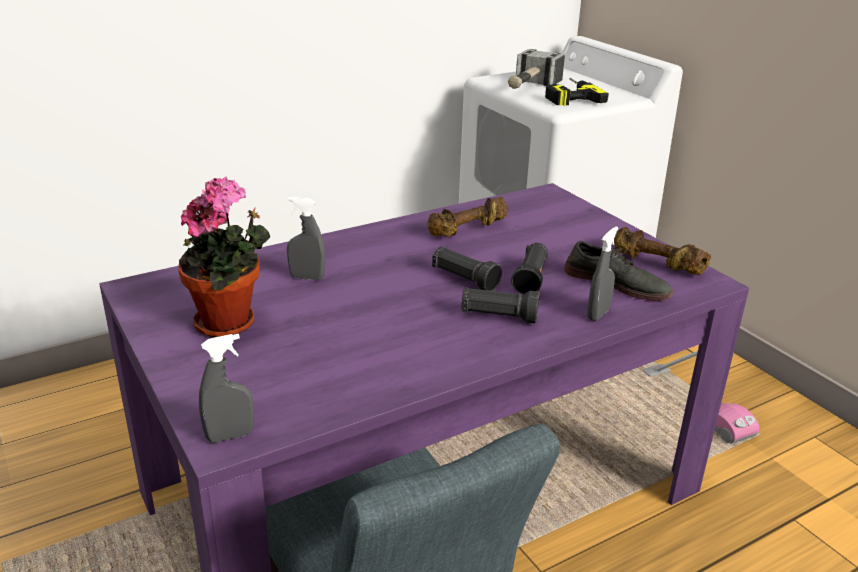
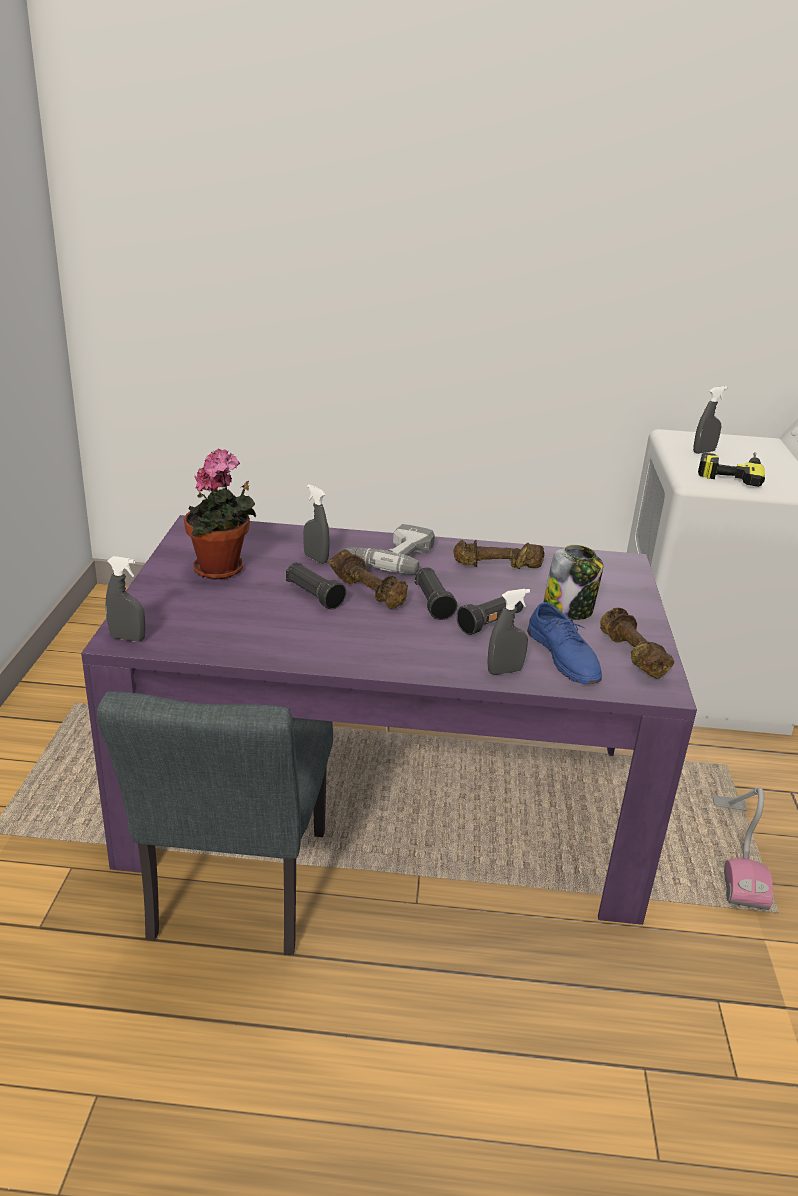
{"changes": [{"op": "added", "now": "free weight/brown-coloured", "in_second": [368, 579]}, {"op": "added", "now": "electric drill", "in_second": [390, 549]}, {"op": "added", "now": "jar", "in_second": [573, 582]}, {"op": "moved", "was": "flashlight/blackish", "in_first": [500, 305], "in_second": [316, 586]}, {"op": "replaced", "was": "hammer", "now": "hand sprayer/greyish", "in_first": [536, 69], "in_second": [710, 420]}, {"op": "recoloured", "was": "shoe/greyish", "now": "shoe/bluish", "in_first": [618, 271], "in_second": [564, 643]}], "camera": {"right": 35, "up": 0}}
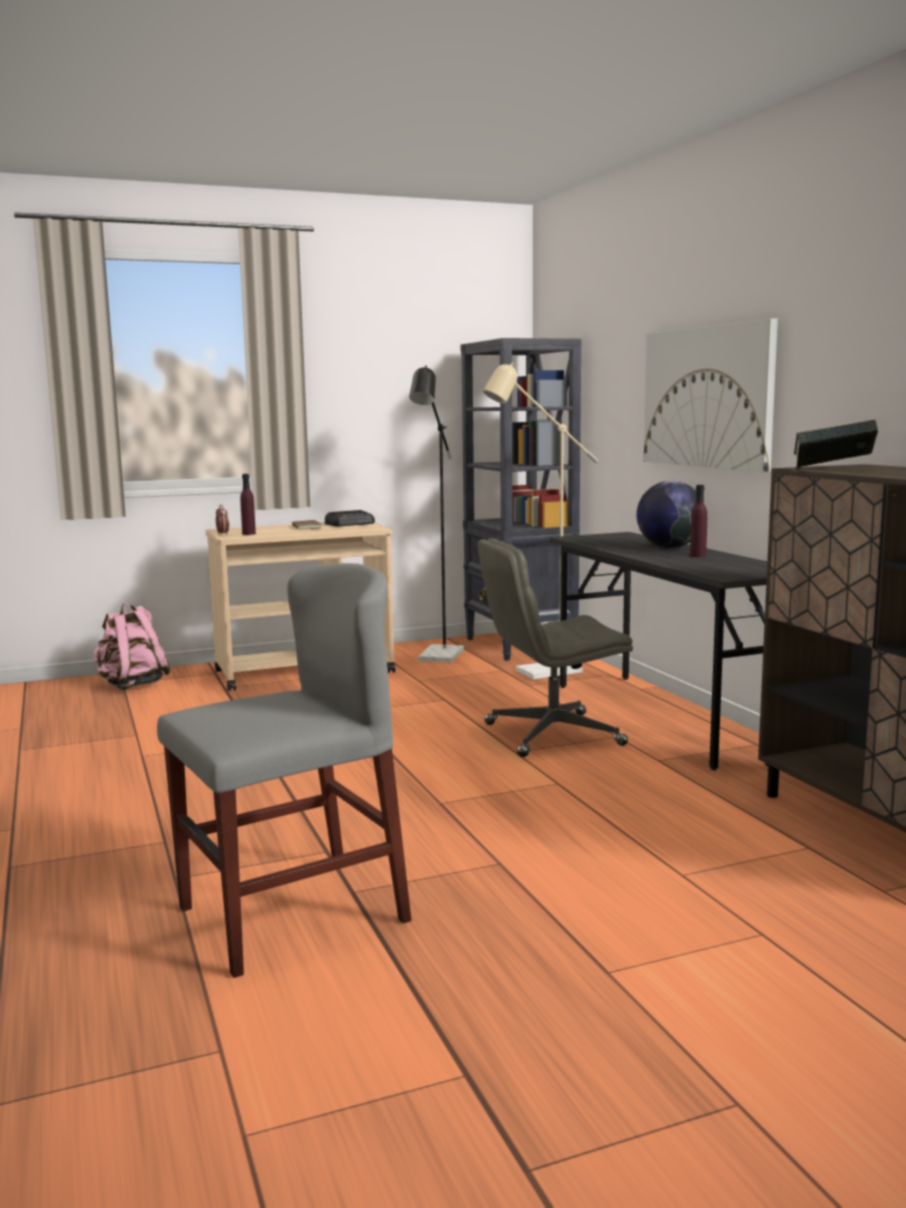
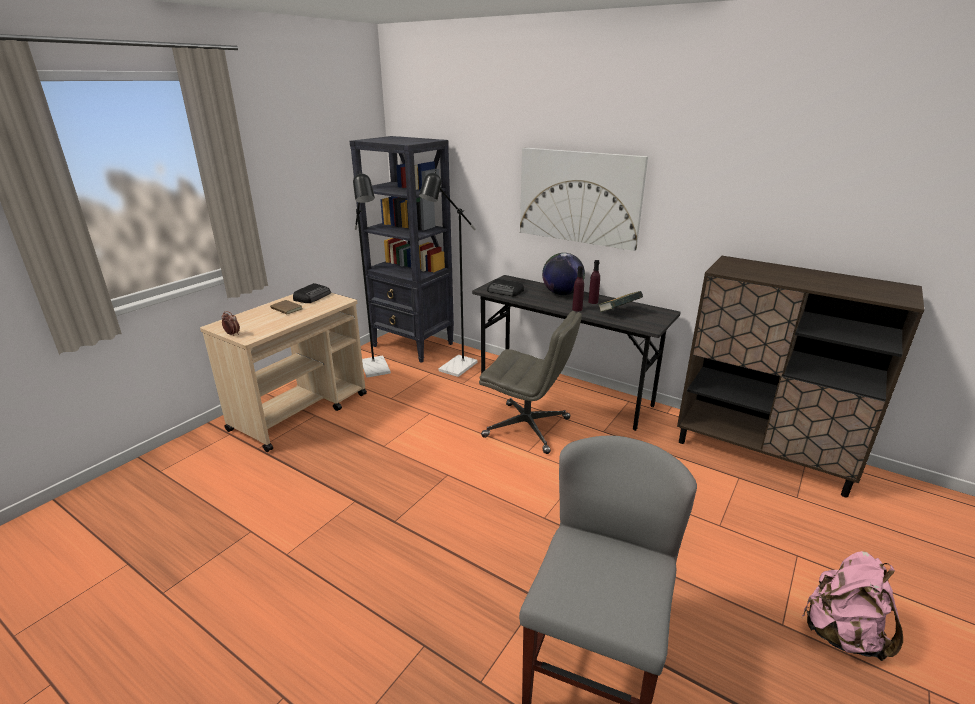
{"changes": [{"op": "added", "now": "radio", "in_second": [505, 287]}, {"op": "moved", "was": "rucksack/pinkish", "in_first": [132, 646], "in_second": [852, 606]}, {"op": "moved", "was": "bottle/purple", "in_first": [248, 504], "in_second": [578, 288]}, {"op": "moved", "was": "volume", "in_first": [836, 443], "in_second": [620, 301]}, {"op": "recoloured", "was": "floor lamp/beige", "now": "floor lamp/blackish", "in_first": [540, 520], "in_second": [448, 273]}, {"op": "turned", "was": "computer chair/greyish", "in_first": [555, 647], "in_second": [530, 382], "clockwise": -105}], "camera": {"right": -35, "up": 15}}
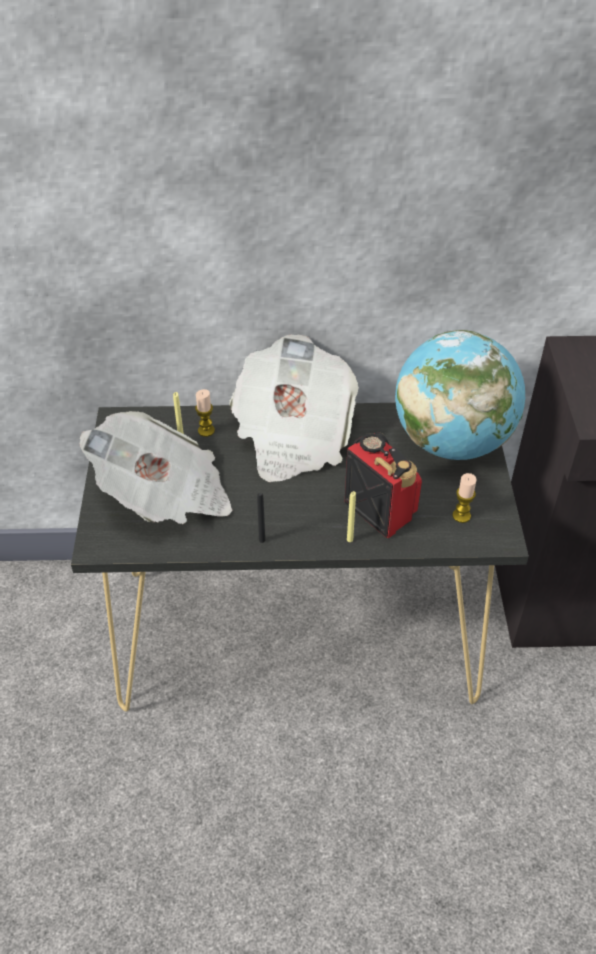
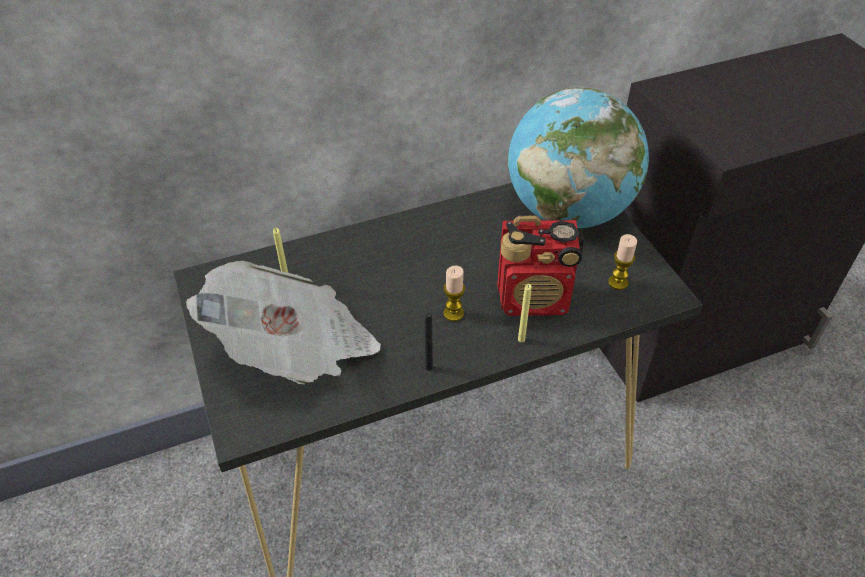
{"changes": [{"op": "removed", "was": "newspaper", "in_first": [294, 408]}, {"op": "moved", "was": "wax light", "in_first": [205, 413], "in_second": [454, 293]}, {"op": "turned", "was": "radio", "in_first": [383, 485], "in_second": [540, 266], "clockwise": 150}], "camera": {"right": -20, "up": 0}}
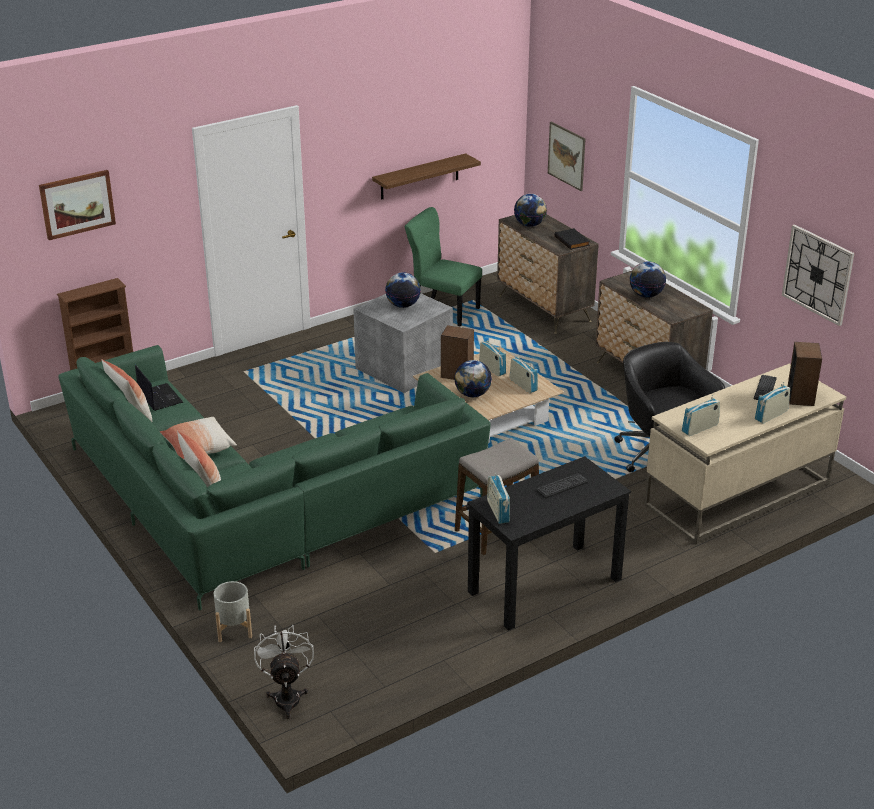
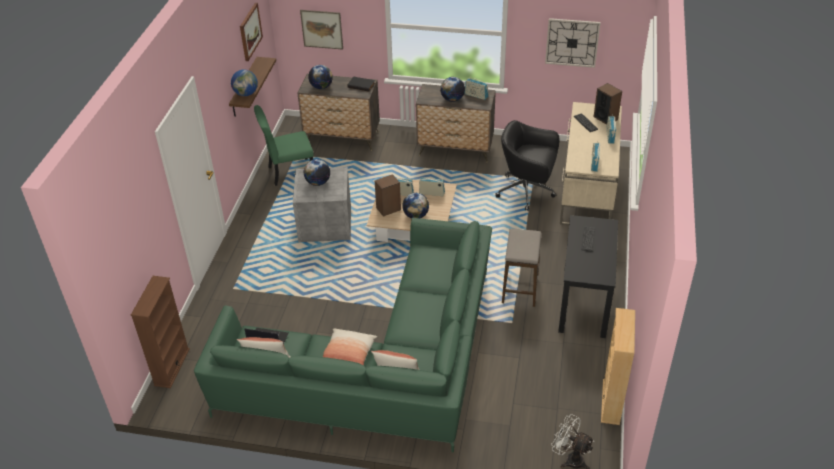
{"changes": [{"op": "removed", "was": "flower pot/greyish", "in_first": [233, 611]}, {"op": "added", "now": "globe", "in_second": [244, 82]}, {"op": "added", "now": "shelving unit/beige", "in_second": [618, 366]}, {"op": "moved", "was": "wall picture", "in_first": [77, 205], "in_second": [251, 32]}, {"op": "moved", "was": "radio", "in_first": [498, 498], "in_second": [476, 89]}], "camera": {"right": -45, "up": 10}}
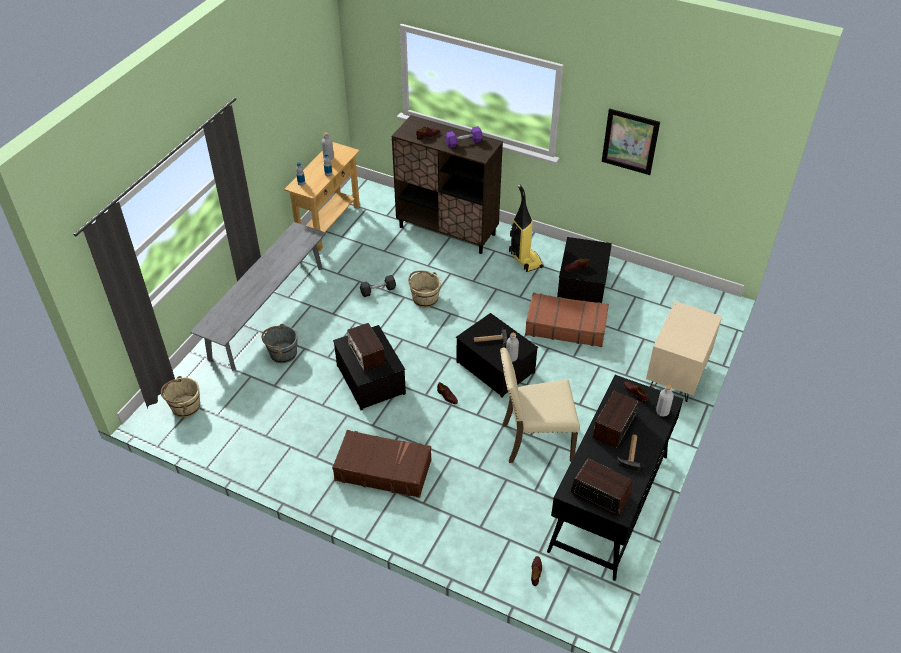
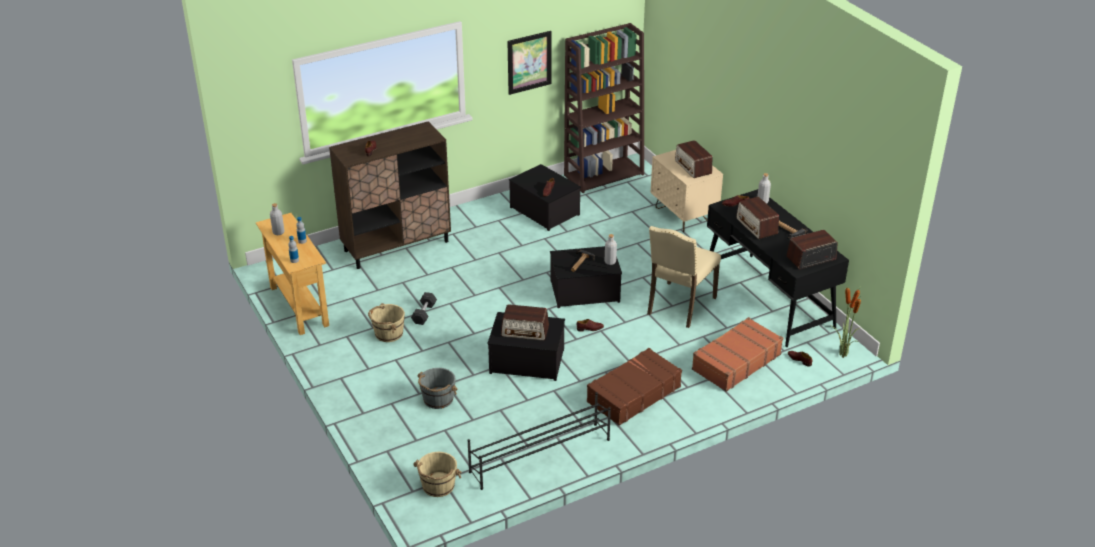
{"changes": [{"op": "removed", "was": "long seat/greyish", "in_first": [258, 296]}, {"op": "removed", "was": "free weight/purple", "in_first": [464, 137]}, {"op": "removed", "was": "vacuum cleaner", "in_first": [526, 228]}, {"op": "added", "now": "shoe shelf/blackish", "in_second": [539, 441]}, {"op": "added", "now": "shelving unit/brown-coloured", "in_second": [604, 108]}, {"op": "added", "now": "radio", "in_second": [693, 159]}, {"op": "added", "now": "plant in a pot", "in_second": [845, 322]}, {"op": "moved", "was": "pail/beige", "in_first": [424, 289], "in_second": [386, 322]}, {"op": "moved", "was": "piece of luggage/brown-coloured", "in_first": [567, 320], "in_second": [737, 354]}], "camera": {"right": -55, "up": -10}}
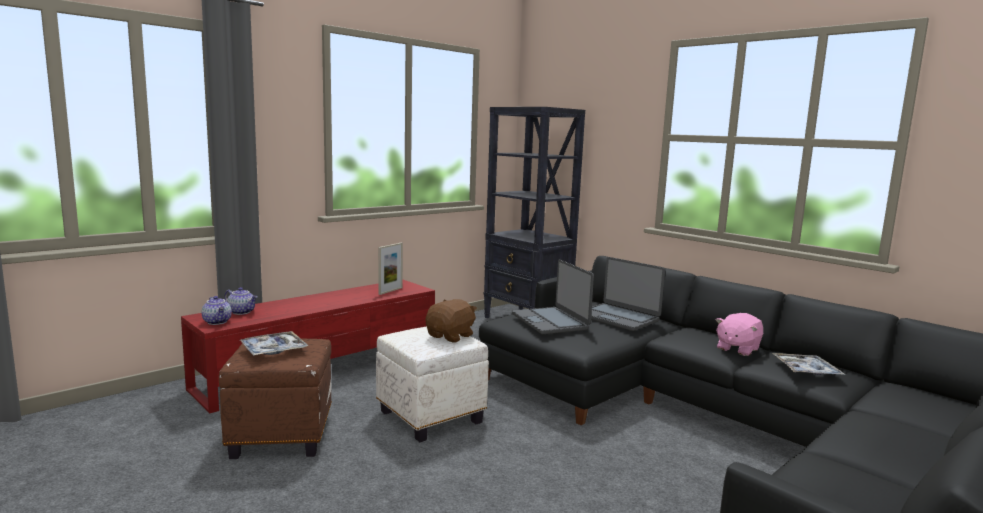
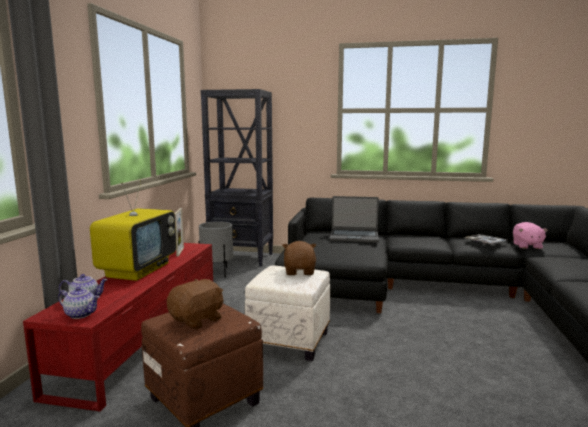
{"changes": [{"op": "removed", "was": "notebook computer", "in_first": [553, 296]}, {"op": "added", "now": "television", "in_second": [133, 230]}, {"op": "added", "now": "flower pot/greyish", "in_second": [216, 249]}, {"op": "moved", "was": "cuddly toy/pinkish", "in_first": [739, 334], "in_second": [530, 235]}, {"op": "replaced", "was": "carrying tray", "now": "cuddly toy/brown-coloured", "in_first": [274, 343], "in_second": [195, 304]}], "camera": {"right": -35, "up": 0}}
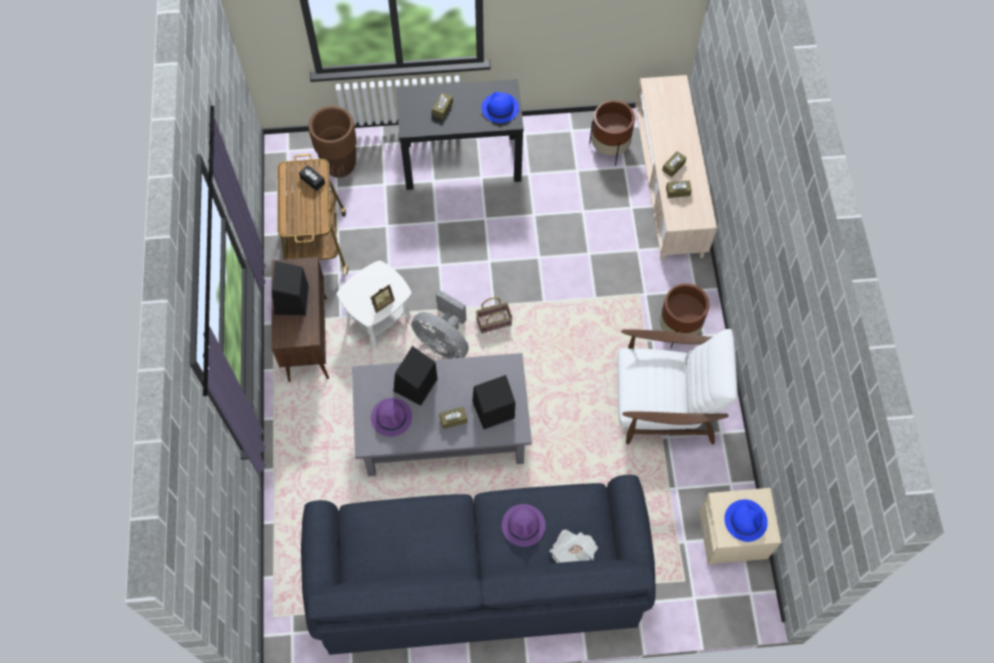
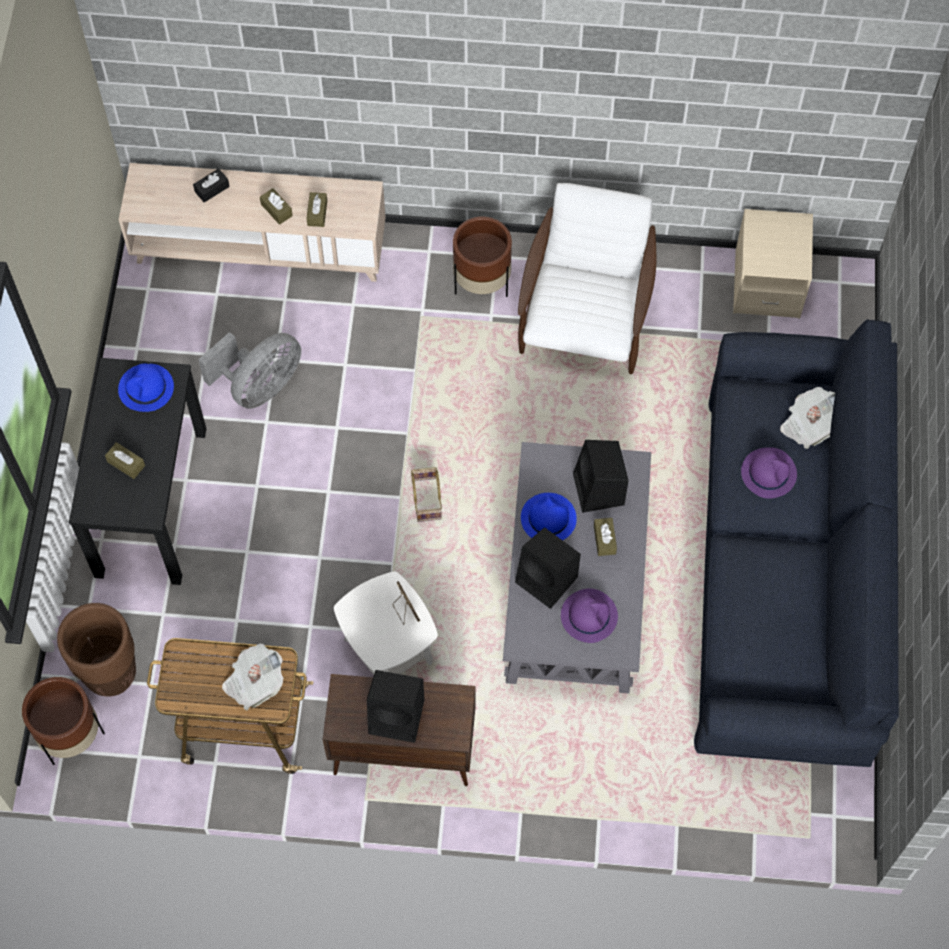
{"changes": [{"op": "added", "now": "newspaper", "in_second": [252, 677]}, {"op": "moved", "was": "tissue box/blackish", "in_first": [312, 178], "in_second": [211, 185]}, {"op": "moved", "was": "electric fan/greyish", "in_first": [440, 324], "in_second": [250, 370]}, {"op": "moved", "was": "flower pot/brown-coloured", "in_first": [612, 133], "in_second": [63, 721]}, {"op": "moved", "was": "wearable hat/bluish", "in_first": [746, 520], "in_second": [549, 516]}], "camera": {"right": -80, "up": 0}}
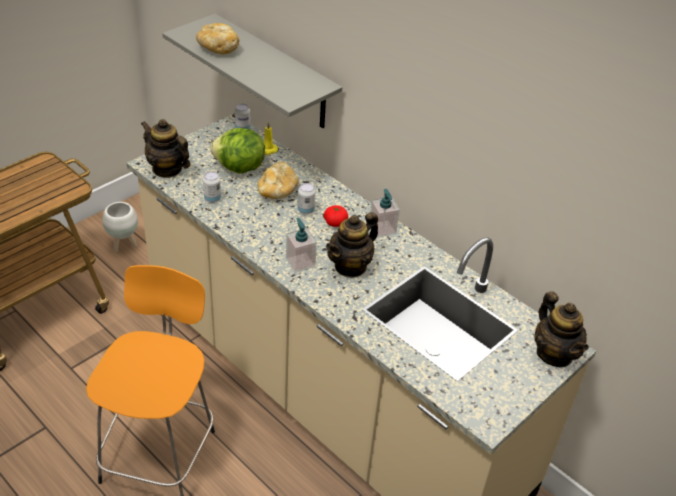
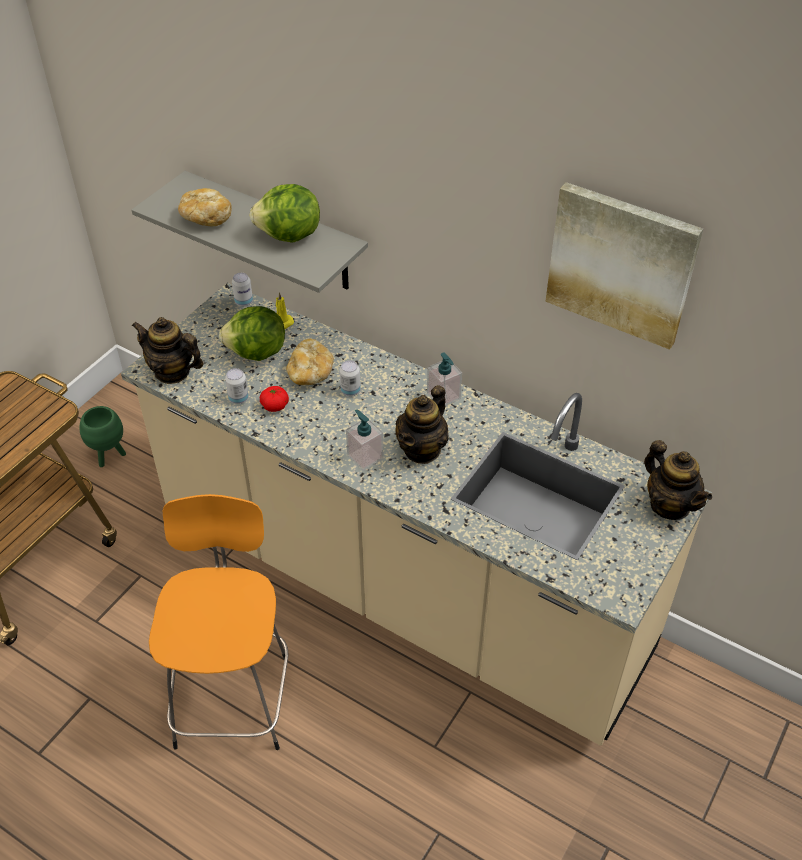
{"changes": [{"op": "added", "now": "head of lettuce", "in_second": [284, 213]}, {"op": "added", "now": "wall picture", "in_second": [624, 266]}, {"op": "moved", "was": "whole tomato", "in_first": [336, 216], "in_second": [274, 399]}, {"op": "recoloured", "was": "flower pot/white-coloured", "now": "flower pot/green", "in_first": [120, 227], "in_second": [102, 436]}], "camera": {"right": -10, "up": 5}}
